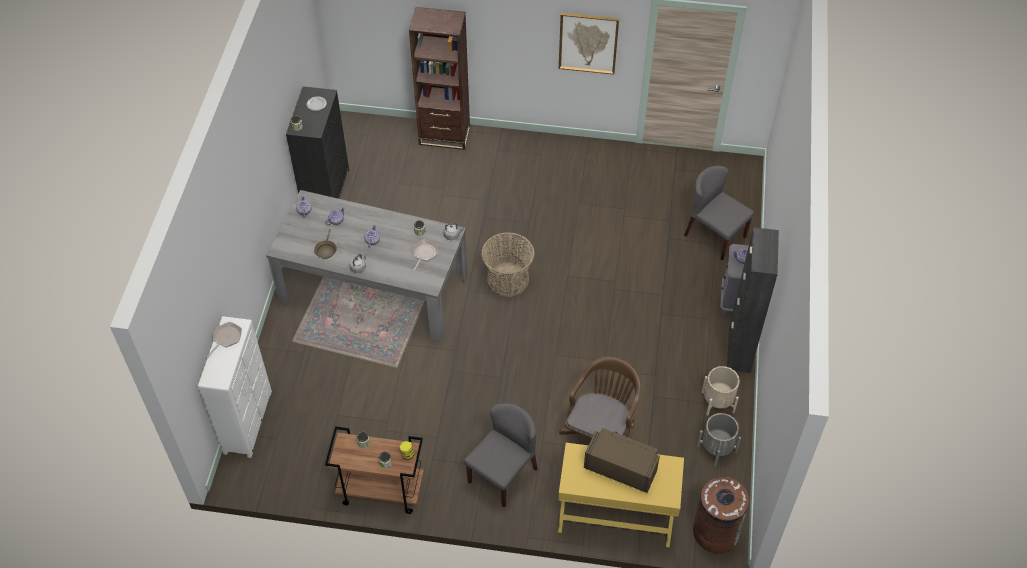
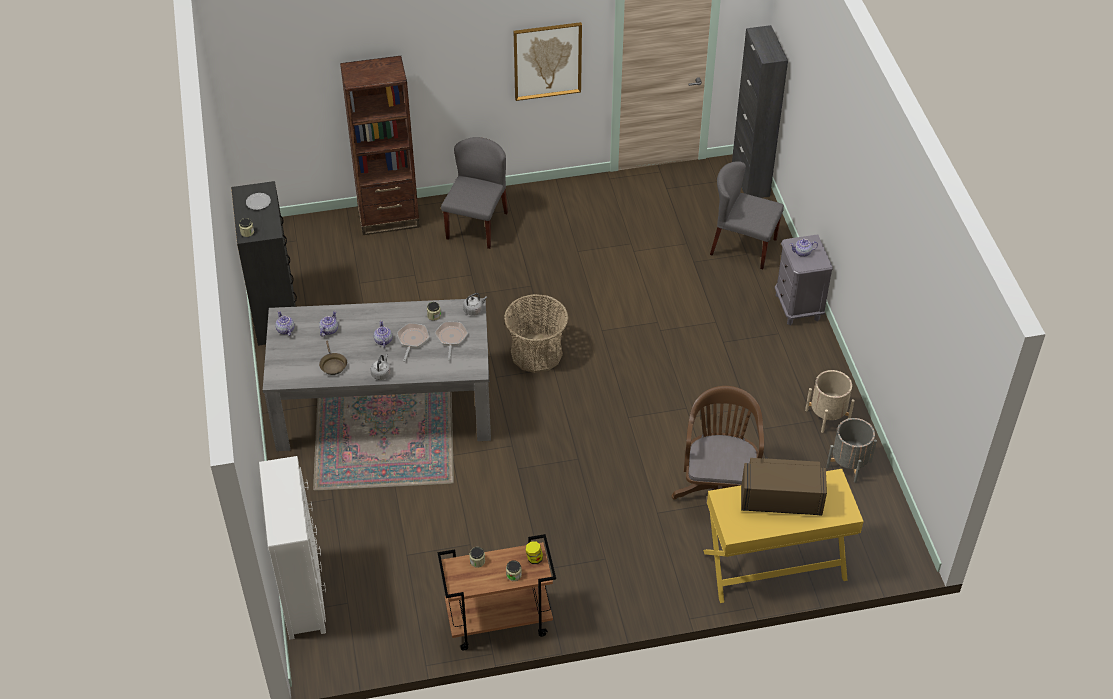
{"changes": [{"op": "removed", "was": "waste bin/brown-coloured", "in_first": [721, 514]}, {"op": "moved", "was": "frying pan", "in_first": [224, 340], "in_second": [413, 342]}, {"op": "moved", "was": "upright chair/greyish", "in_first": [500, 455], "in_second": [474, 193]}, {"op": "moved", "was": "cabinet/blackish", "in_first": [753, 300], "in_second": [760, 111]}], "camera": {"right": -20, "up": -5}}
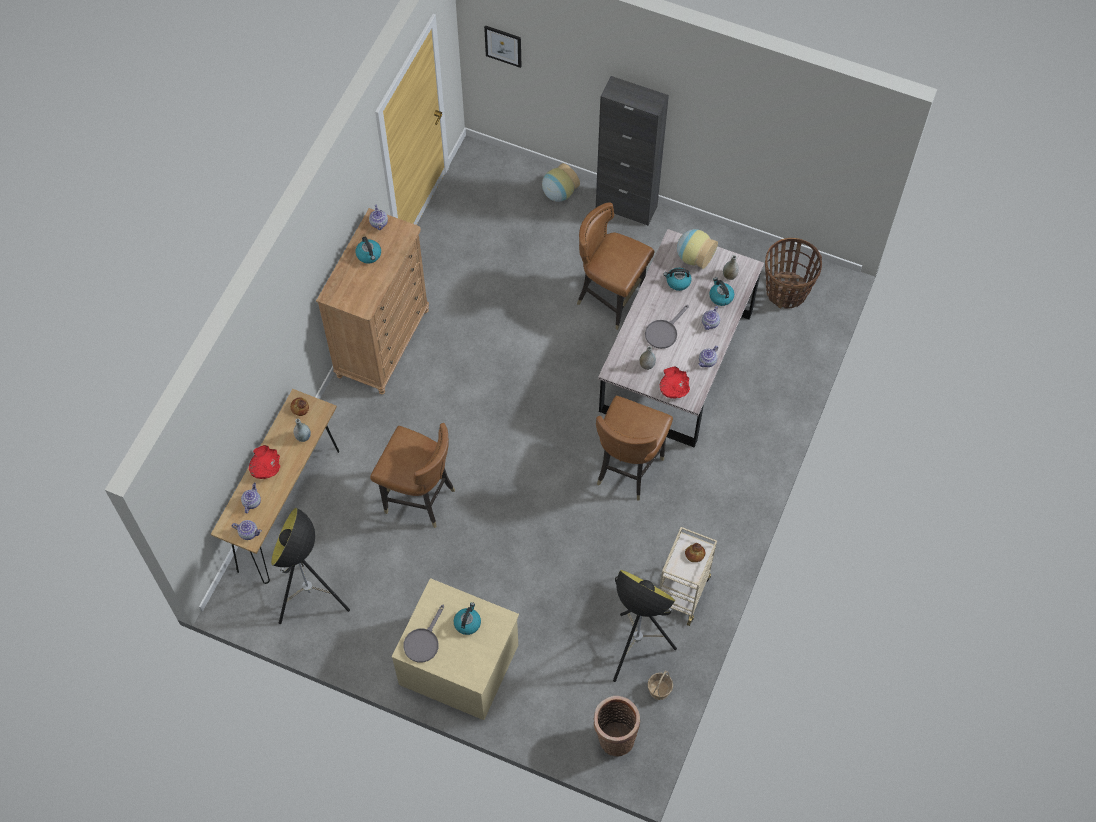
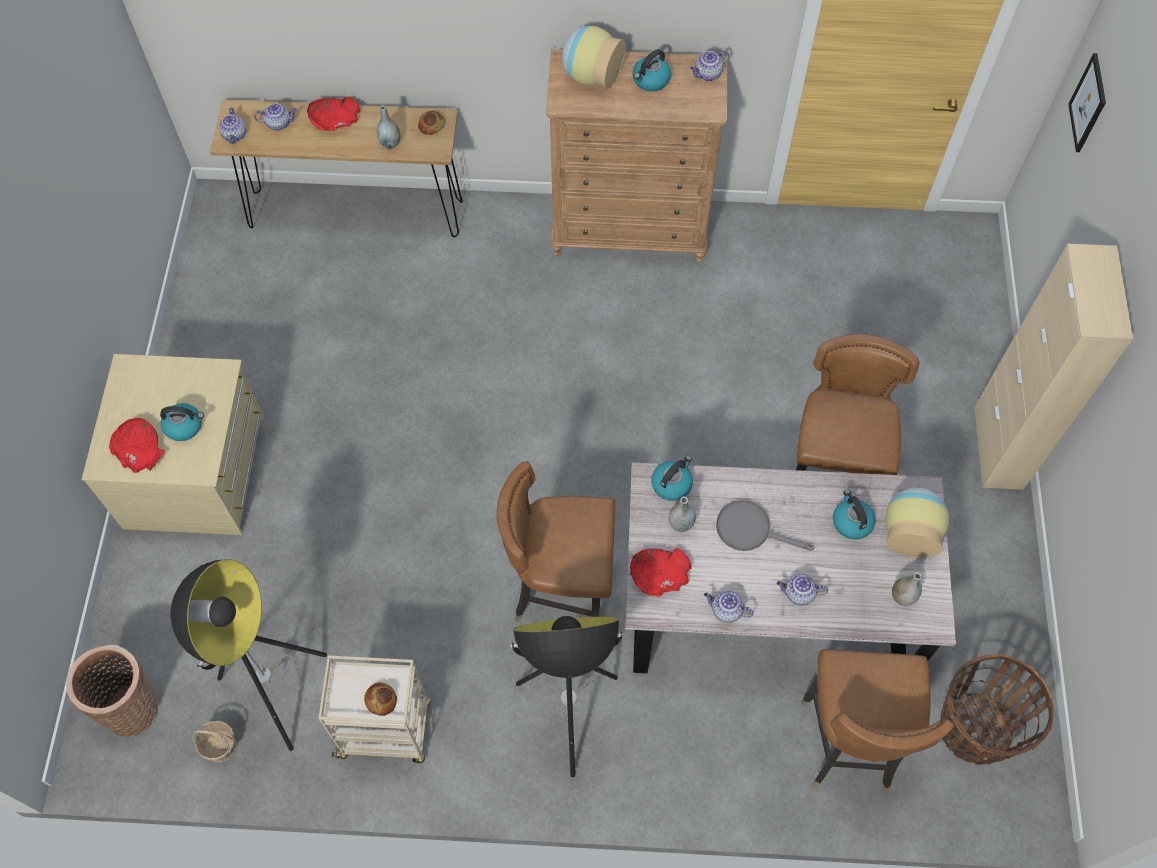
{"changes": [{"op": "removed", "was": "frying pan/greyish", "in_first": [423, 634]}, {"op": "added", "now": "serving bowl/red-coloured", "in_second": [137, 445]}, {"op": "moved", "was": "floor lamp", "in_first": [310, 566], "in_second": [567, 696]}, {"op": "moved", "was": "upright chair/brown-coloured", "in_first": [412, 475], "in_second": [877, 721]}, {"op": "moved", "was": "decorative vase", "in_first": [561, 182], "in_second": [594, 57]}, {"op": "moved", "was": "water kettle", "in_first": [721, 291], "in_second": [672, 478]}, {"op": "recoloured", "was": "cabinet/blackish", "now": "cabinet/beige", "in_first": [632, 151], "in_second": [1053, 367]}], "camera": {"right": 70, "up": 0}}
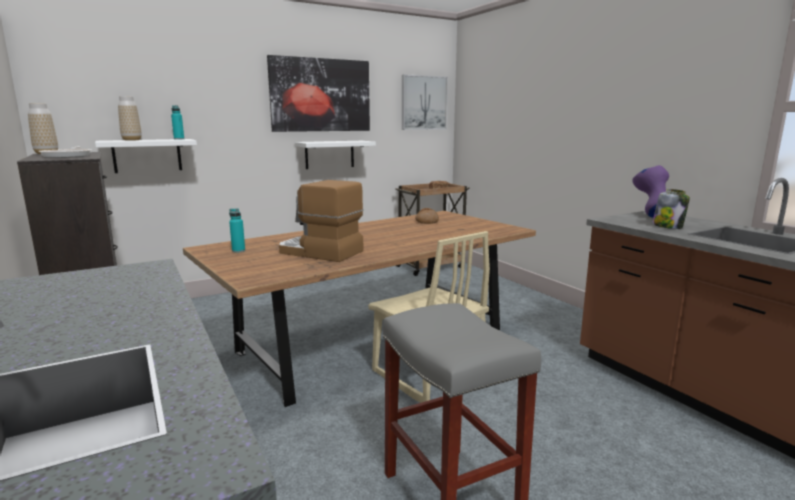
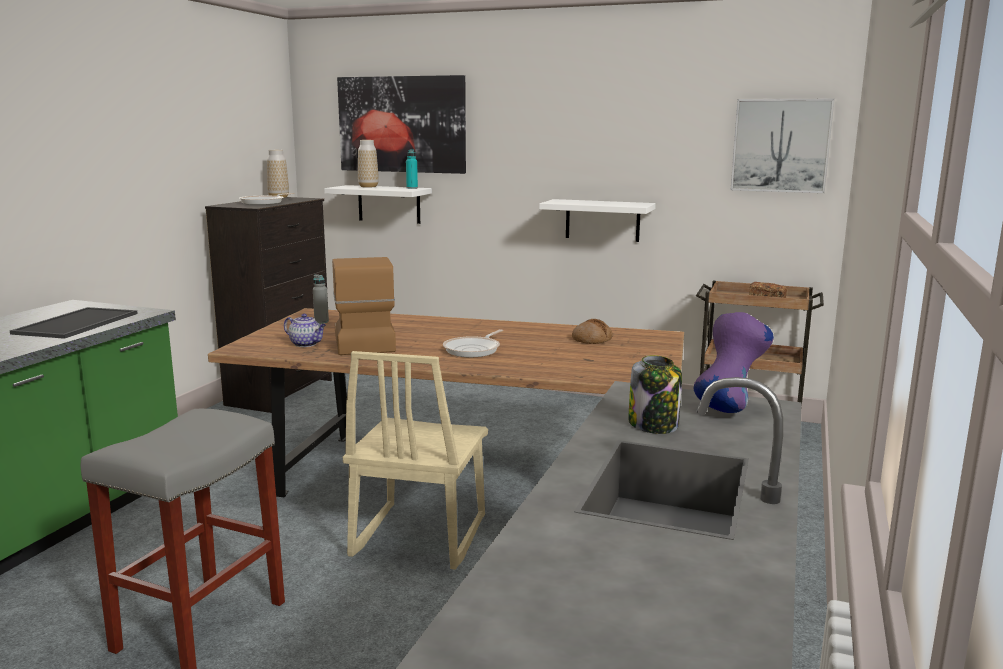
{"changes": [{"op": "added", "now": "carrying tray", "in_second": [74, 323]}, {"op": "added", "now": "pot for tea", "in_second": [305, 330]}, {"op": "added", "now": "frying pan", "in_second": [473, 343]}, {"op": "moved", "was": "wall picture", "in_first": [318, 93], "in_second": [401, 124]}, {"op": "recoloured", "was": "bottle/blue-green", "now": "bottle/greyish", "in_first": [237, 230], "in_second": [321, 299]}], "camera": {"right": 50, "up": 0}}
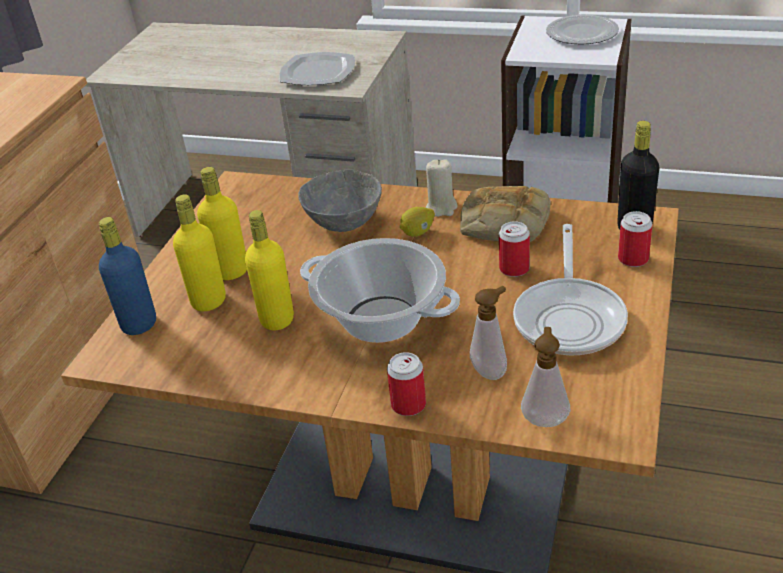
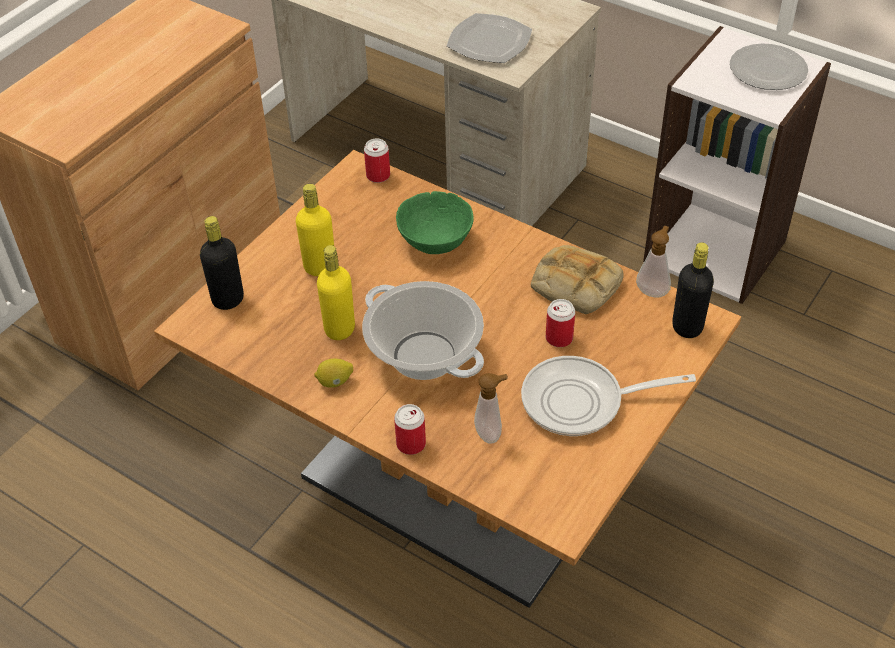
{"changes": [{"op": "removed", "was": "bottle/yellow", "in_first": [199, 252]}, {"op": "removed", "was": "wax light/beige", "in_first": [442, 188]}, {"op": "moved", "was": "whole lemon", "in_first": [417, 222], "in_second": [333, 373]}, {"op": "moved", "was": "soap dispenser", "in_first": [545, 377], "in_second": [653, 262]}, {"op": "moved", "was": "can", "in_first": [635, 239], "in_second": [377, 161]}, {"op": "recoloured", "was": "bottle/bluish", "now": "bottle/blackish", "in_first": [127, 276], "in_second": [222, 263]}, {"op": "recoloured", "was": "serving bowl/greyish", "now": "serving bowl/green", "in_first": [340, 201], "in_second": [435, 222]}, {"op": "turned", "was": "frying pan", "in_first": [570, 289], "in_second": [608, 396], "clockwise": 60}], "camera": {"right": 15, "up": 10}}
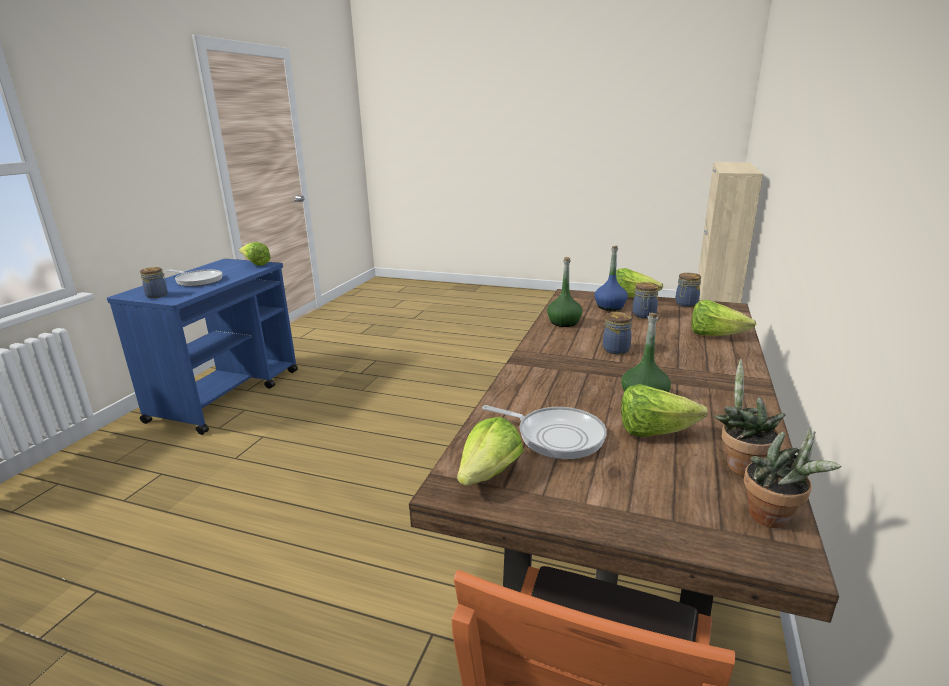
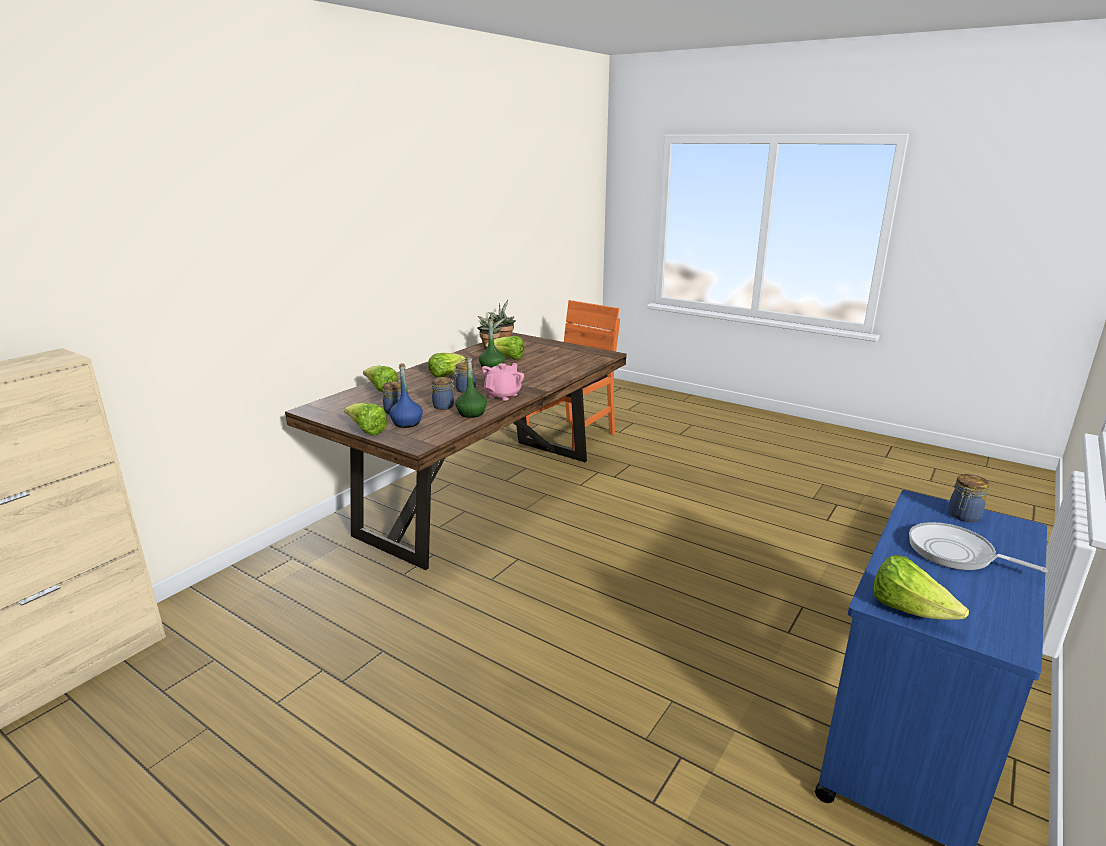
{"changes": [{"op": "removed", "was": "frying pan", "in_first": [544, 432]}, {"op": "added", "now": "pot for tea/pinkish", "in_second": [503, 382]}, {"op": "moved", "was": "head of lettuce", "in_first": [490, 451], "in_second": [446, 365]}, {"op": "moved", "was": "jar", "in_first": [688, 290], "in_second": [443, 393]}], "camera": {"right": -165, "up": 0}}
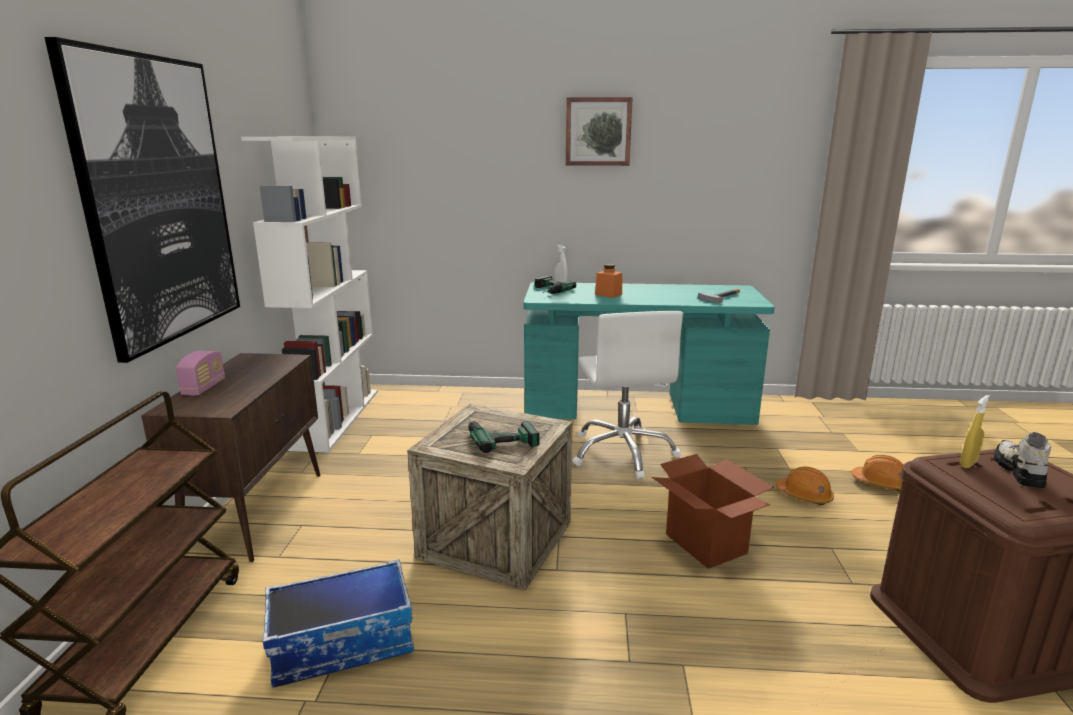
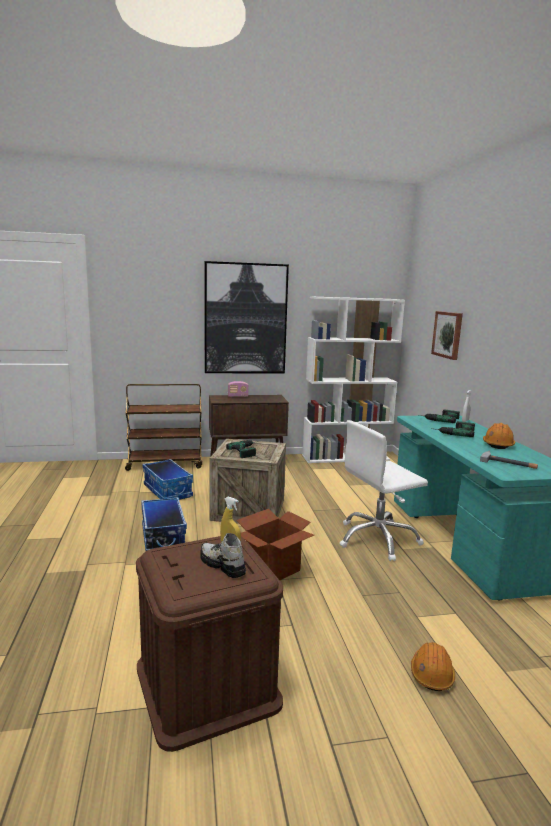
{"changes": [{"op": "added", "now": "storage bin", "in_second": [164, 524]}, {"op": "moved", "was": "wall picture", "in_first": [599, 131], "in_second": [447, 335]}, {"op": "moved", "was": "work helmet/orangey", "in_first": [805, 486], "in_second": [499, 436]}, {"op": "replaced", "was": "jar/orangey", "now": "electric drill", "in_first": [608, 281], "in_second": [453, 429]}, {"op": "turned", "was": "shoe", "in_first": [1022, 460], "in_second": [223, 555], "clockwise": -135}], "camera": {"right": 75, "up": -5}}
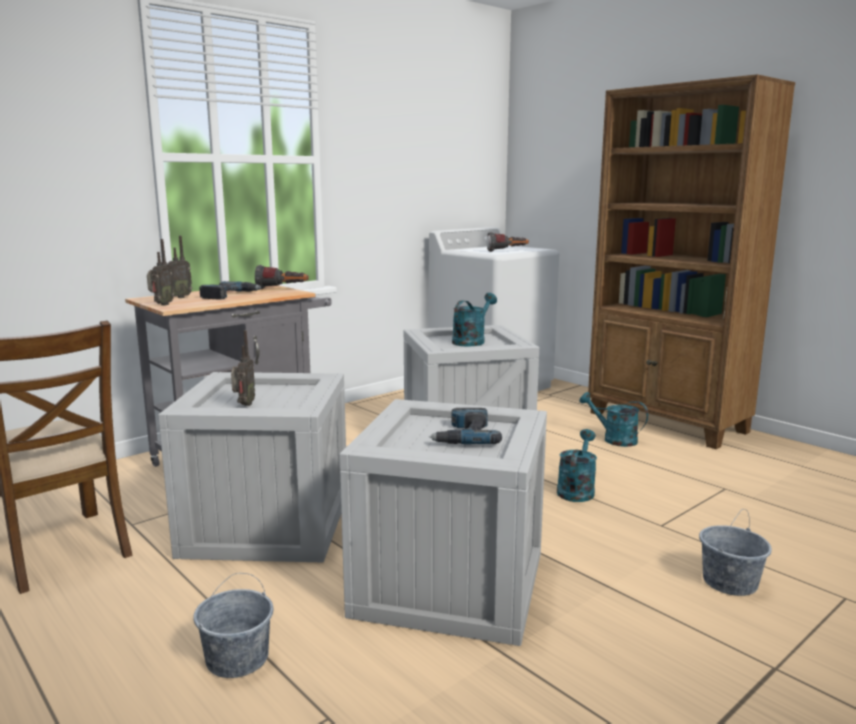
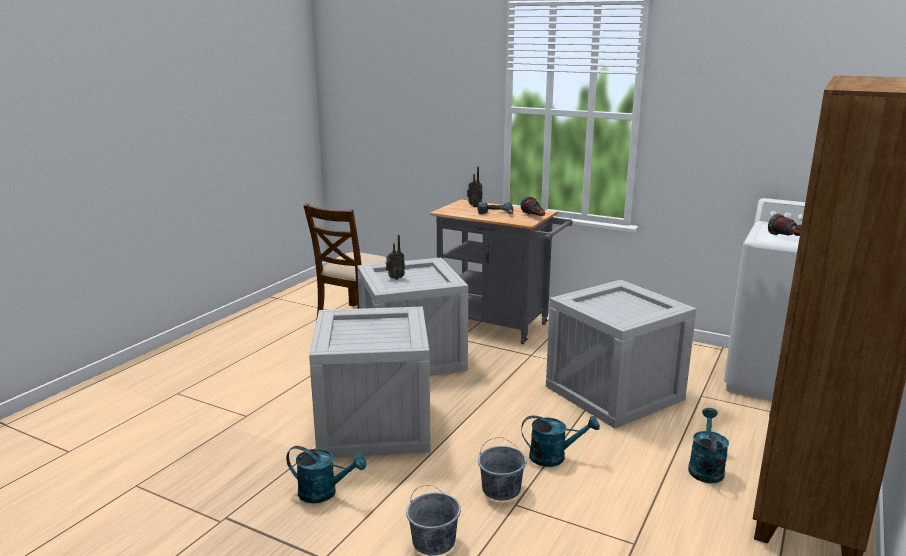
{"changes": [{"op": "removed", "was": "radio", "in_first": [160, 272]}, {"op": "removed", "was": "electric drill", "in_first": [465, 426]}, {"op": "moved", "was": "pail/greyish", "in_first": [233, 625], "in_second": [502, 468]}, {"op": "moved", "was": "sprinkling can/blue-green", "in_first": [474, 320], "in_second": [326, 474]}], "camera": {"right": 70, "up": 5}}
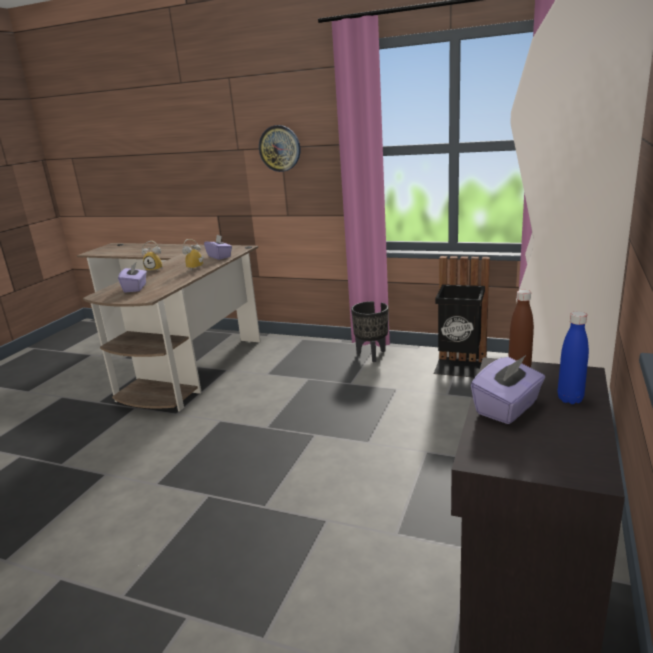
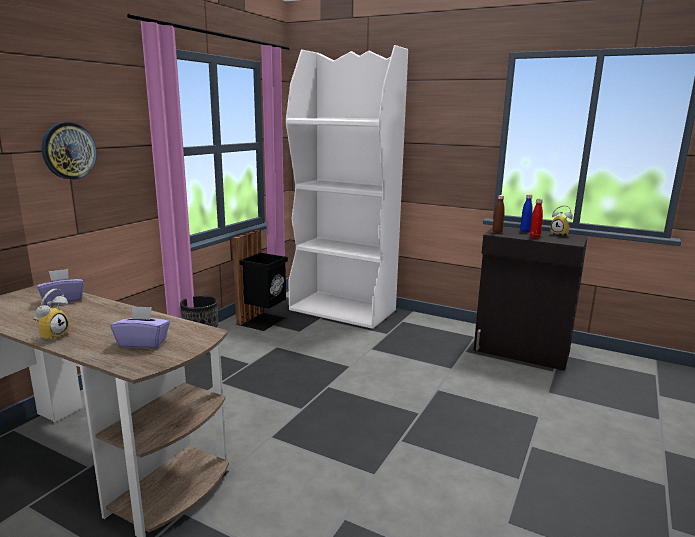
{"changes": [{"op": "moved", "was": "alarm clock", "in_first": [193, 254], "in_second": [561, 220]}, {"op": "replaced", "was": "tissue box/purple", "now": "bottle/red-coloured", "in_first": [508, 389], "in_second": [536, 218]}], "camera": {"right": -85, "up": -5}}
